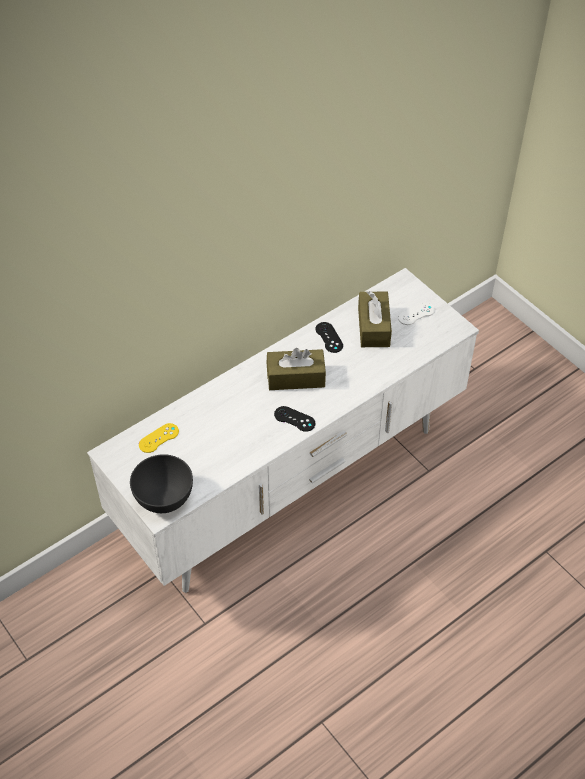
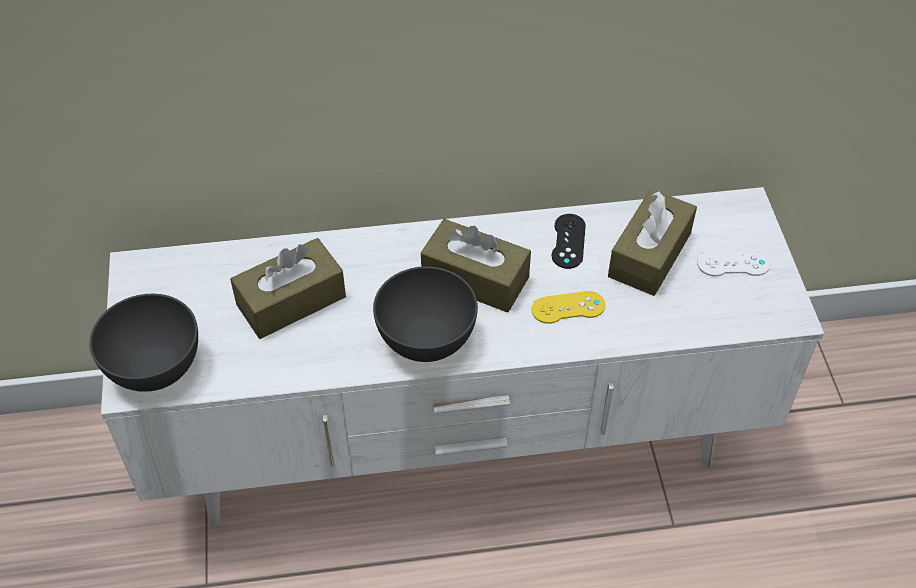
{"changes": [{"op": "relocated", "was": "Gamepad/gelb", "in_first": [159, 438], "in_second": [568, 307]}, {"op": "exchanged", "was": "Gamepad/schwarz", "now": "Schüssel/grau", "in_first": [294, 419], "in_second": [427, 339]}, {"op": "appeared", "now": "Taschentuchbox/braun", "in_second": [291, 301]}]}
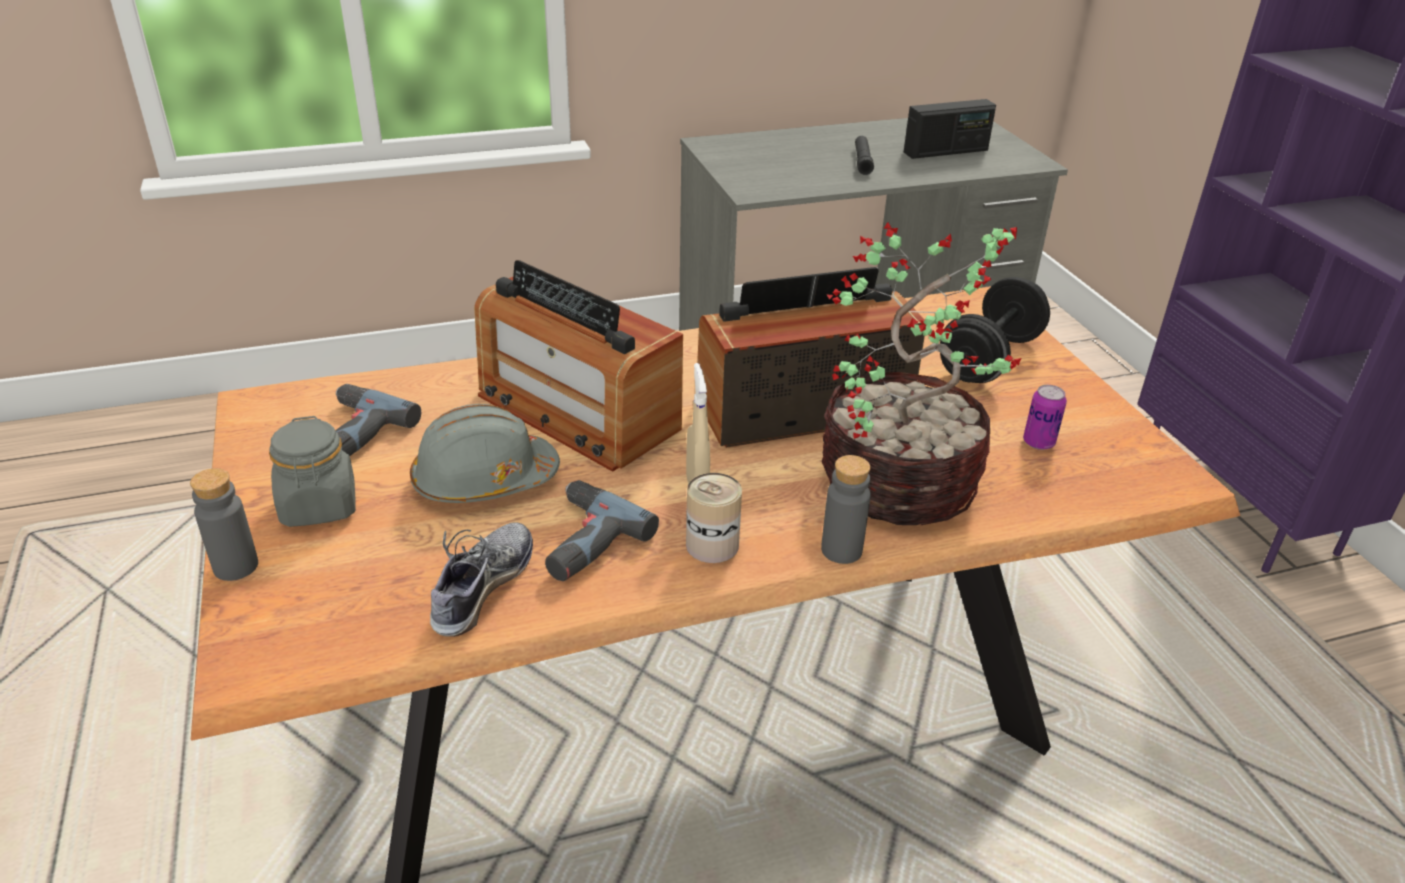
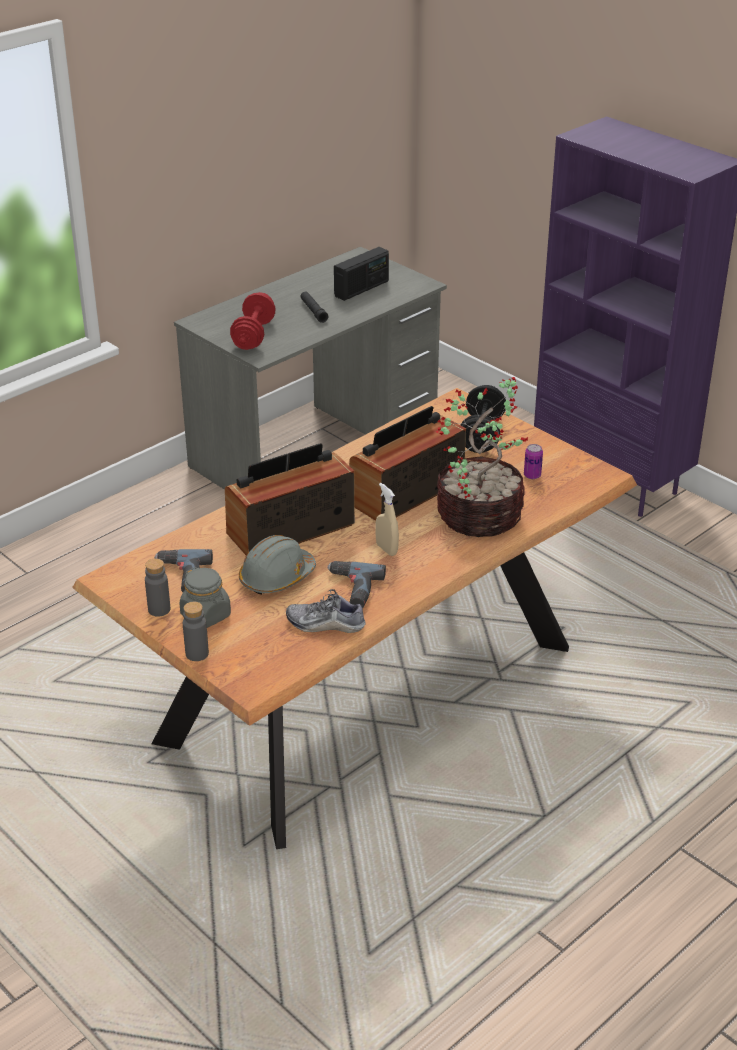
{"changes": [{"op": "spun", "was": "Schuh", "in_first": [482, 588], "in_second": [325, 624], "clockwise": -75}, {"op": "spun", "was": "Radio", "in_first": [577, 411], "in_second": [290, 529], "clockwise": 135}, {"op": "missing", "was": "Dose", "in_first": [712, 545]}, {"op": "relocated", "was": "Flasche/grau", "in_first": [841, 550], "in_second": [159, 609]}, {"op": "appeared", "now": "Hantel/rot", "in_second": [253, 335]}]}
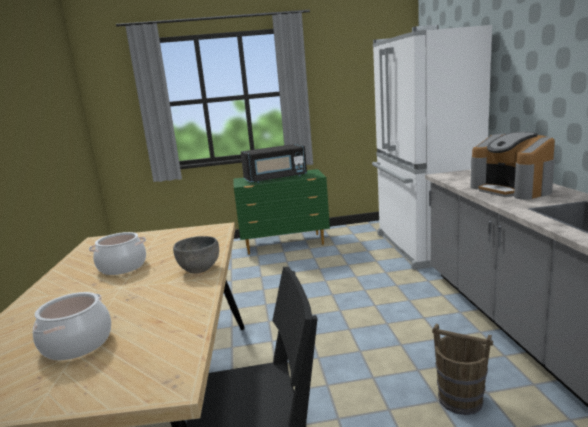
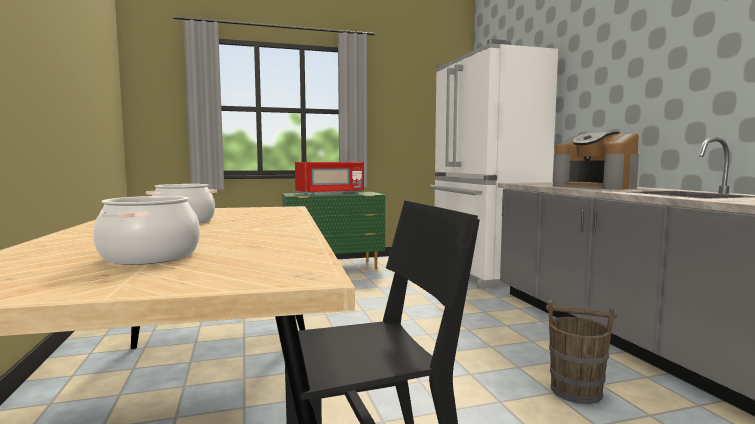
{"changes": [{"op": "missing", "was": "Schüssel/grau", "in_first": [199, 270]}, {"op": "colour", "was": "Mikrowelle/schwarz", "now": "Mikrowelle/rot", "in_first": [276, 178], "in_second": [330, 194]}]}
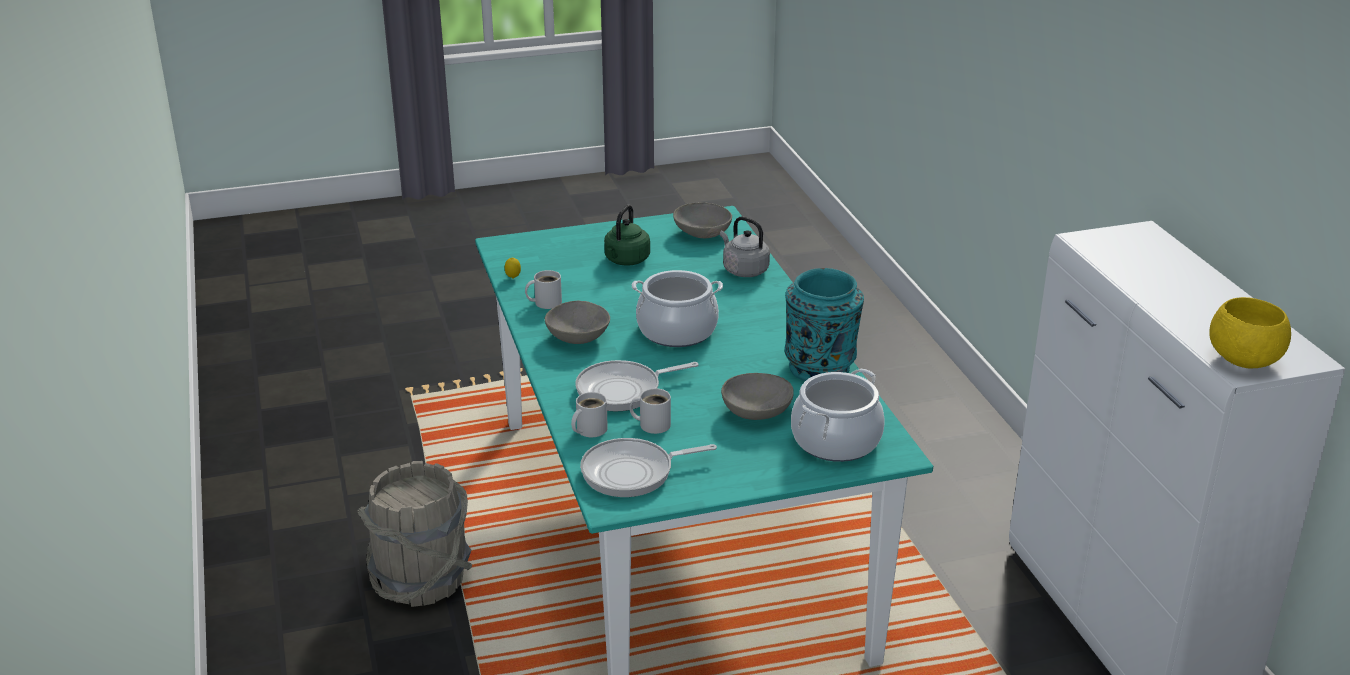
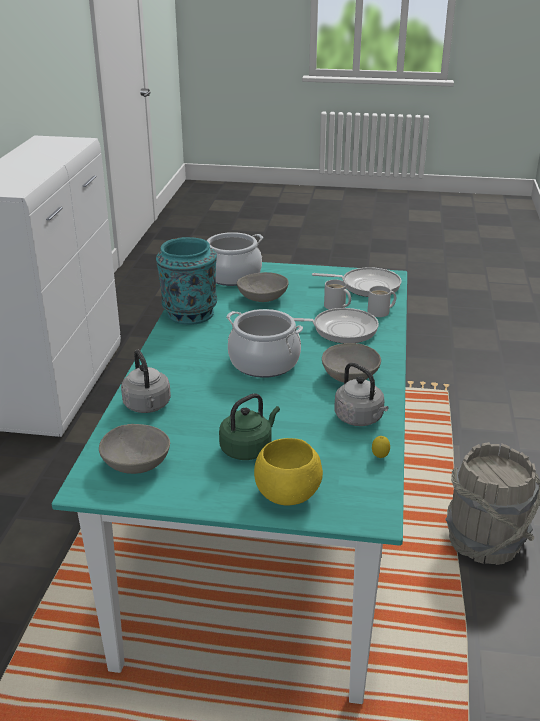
{"changes": [{"op": "exchanged", "was": "Henkelbecher/weiß", "now": "Wasserkessel/grau", "in_first": [545, 302], "in_second": [360, 419]}, {"op": "relocated", "was": "Schüssel/gelb", "in_first": [1242, 361], "in_second": [288, 494]}]}
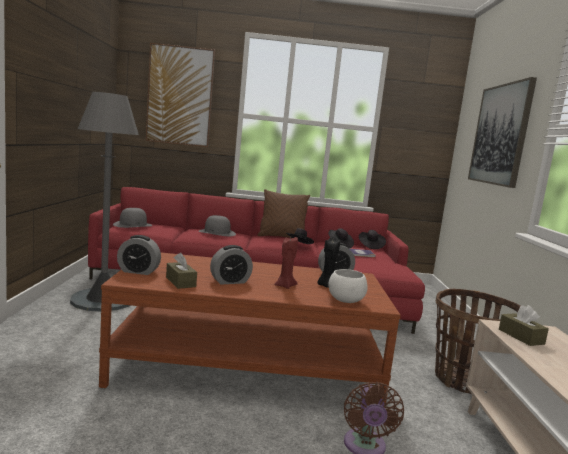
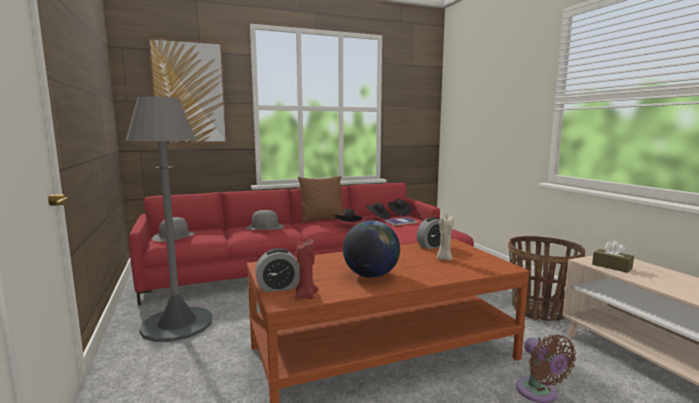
{"changes": [{"op": "missing", "was": "Taschentuchbox/braun", "in_first": [180, 282]}, {"op": "exchanged", "was": "Wecker", "now": "Globus", "in_first": [230, 281], "in_second": [371, 275]}, {"op": "relocated", "was": "Kerze/rot", "in_first": [285, 286], "in_second": [305, 296]}, {"op": "colour", "was": "Kerze/schwarz", "now": "Kerze/beige", "in_first": [326, 285], "in_second": [444, 259]}, {"op": "missing", "was": "Schüssel/weiß", "in_first": [345, 301]}, {"op": "missing", "was": "Bild", "in_first": [500, 134]}]}
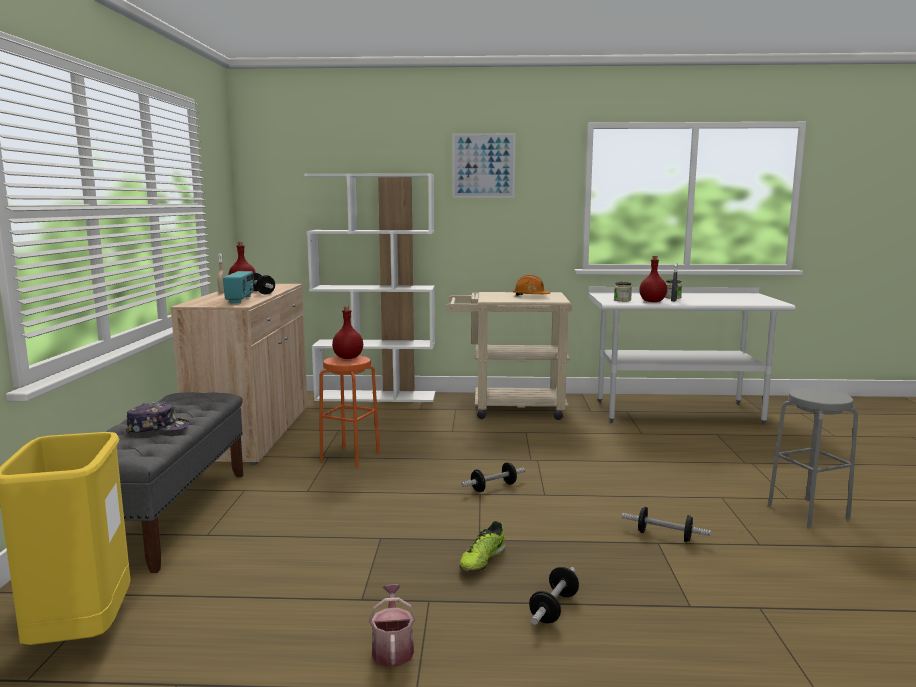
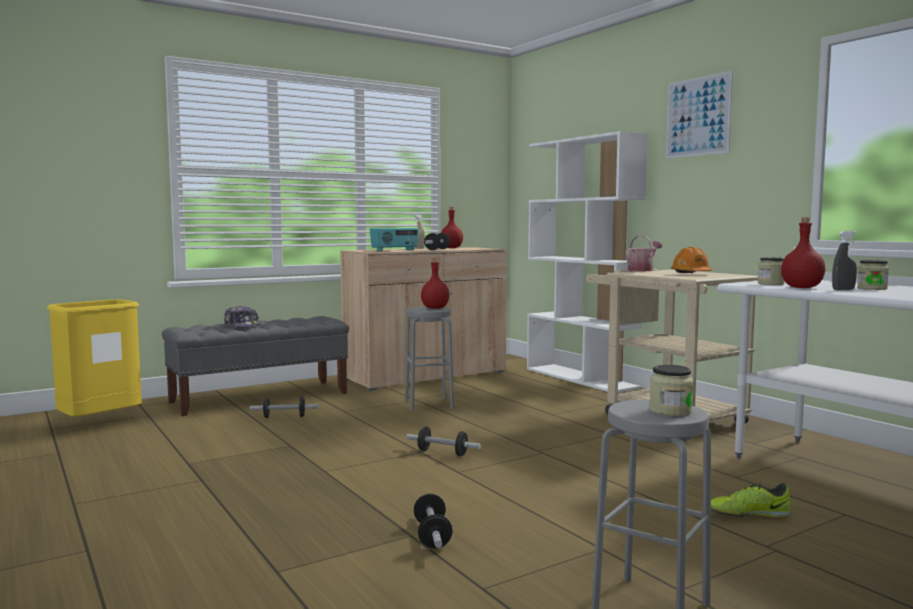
{"changes": [{"op": "colour", "was": "Hocker/orange", "now": "Hocker/grau", "in_first": [350, 456], "in_second": [429, 404]}, {"op": "relocated", "was": "Gießkanne", "in_first": [392, 649], "in_second": [642, 270]}, {"op": "relocated", "was": "Schuh", "in_first": [482, 560], "in_second": [748, 515]}, {"op": "relocated", "was": "Hantel", "in_first": [554, 608], "in_second": [284, 417]}, {"op": "appeared", "now": "Vorratsglas", "in_second": [670, 411]}]}
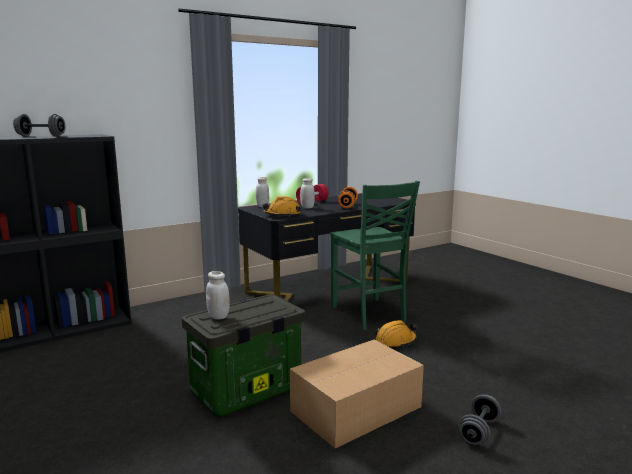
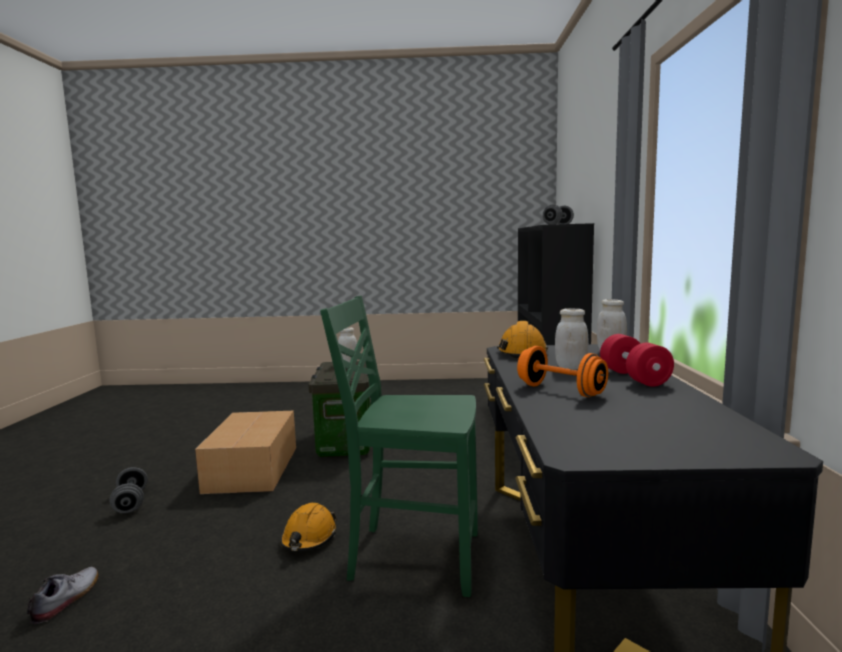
{"changes": [{"op": "appeared", "now": "Schuh", "in_second": [67, 599]}]}
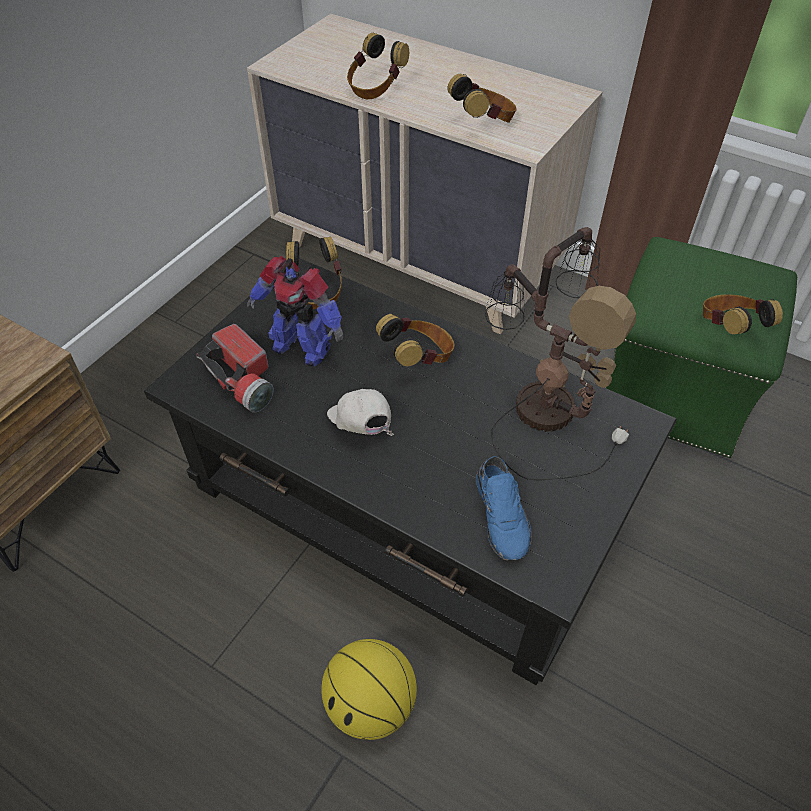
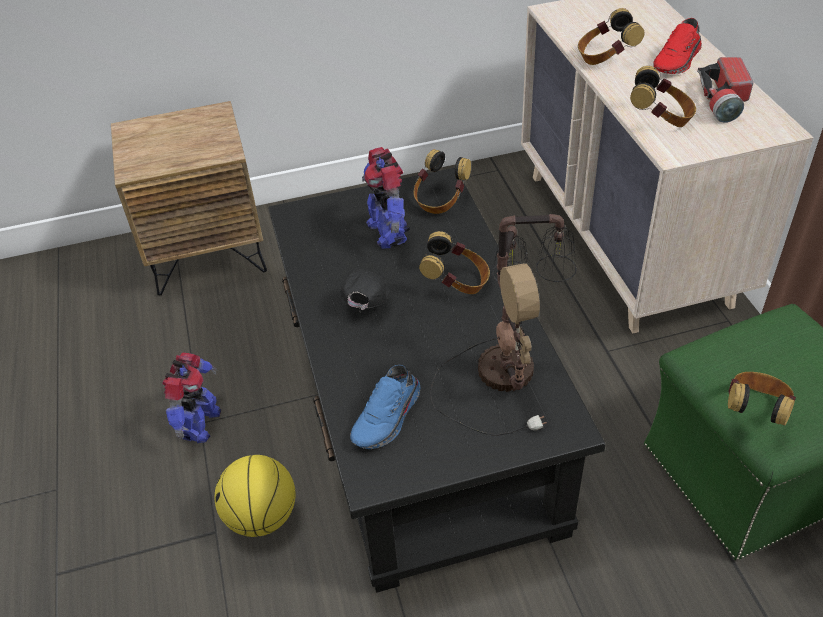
{"changes": [{"op": "relocated", "was": "Taschenlampe", "in_first": [243, 379], "in_second": [723, 101]}, {"op": "colour", "was": "Kappe/weiß", "now": "Kappe/schwarz", "in_first": [361, 427], "in_second": [365, 304]}, {"op": "appeared", "now": "Spielzeugroboter", "in_second": [200, 424]}, {"op": "appeared", "now": "Schuh/rot", "in_second": [678, 61]}]}
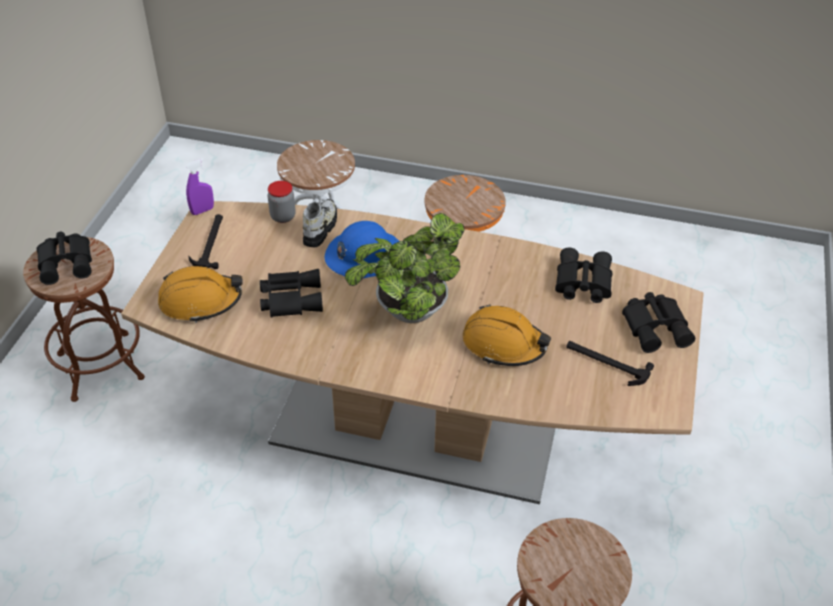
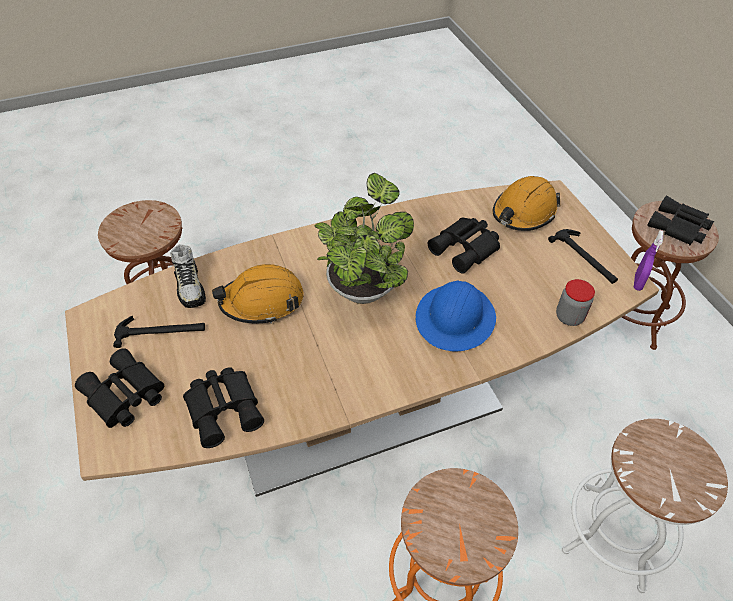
{"changes": [{"op": "relocated", "was": "Schuh", "in_first": [320, 228], "in_second": [190, 287]}]}
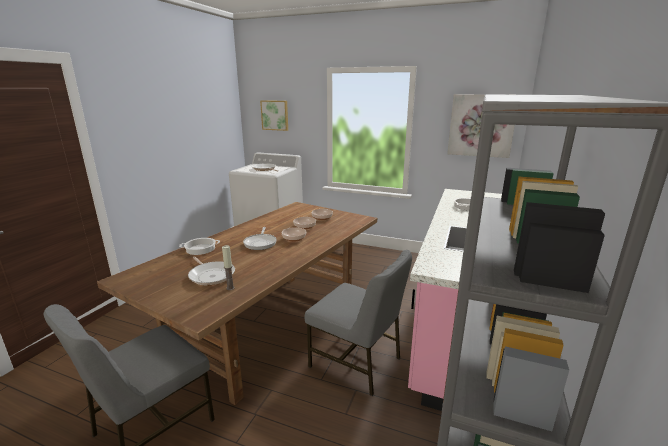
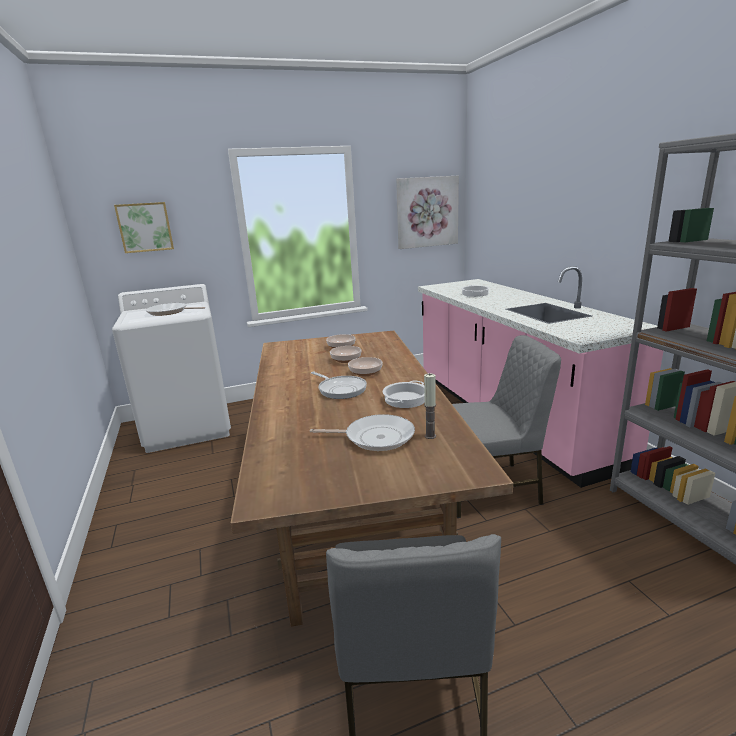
{"changes": [{"op": "relocated", "was": "Kochtopf", "in_first": [201, 249], "in_second": [405, 399]}]}
